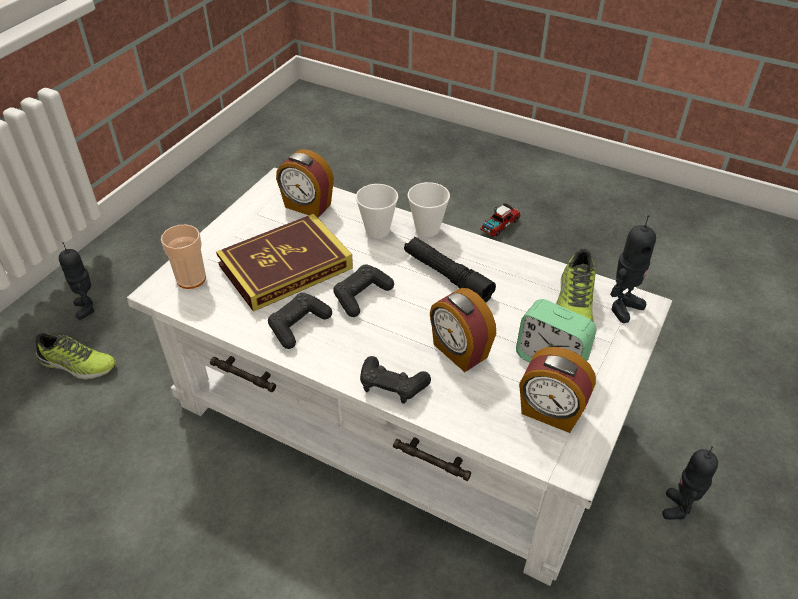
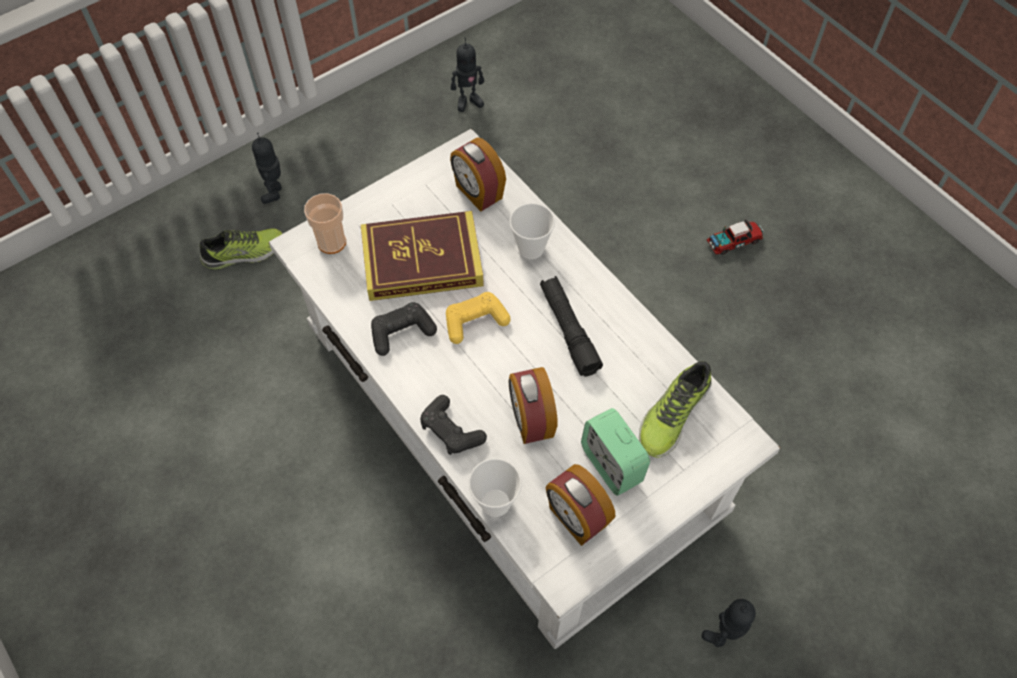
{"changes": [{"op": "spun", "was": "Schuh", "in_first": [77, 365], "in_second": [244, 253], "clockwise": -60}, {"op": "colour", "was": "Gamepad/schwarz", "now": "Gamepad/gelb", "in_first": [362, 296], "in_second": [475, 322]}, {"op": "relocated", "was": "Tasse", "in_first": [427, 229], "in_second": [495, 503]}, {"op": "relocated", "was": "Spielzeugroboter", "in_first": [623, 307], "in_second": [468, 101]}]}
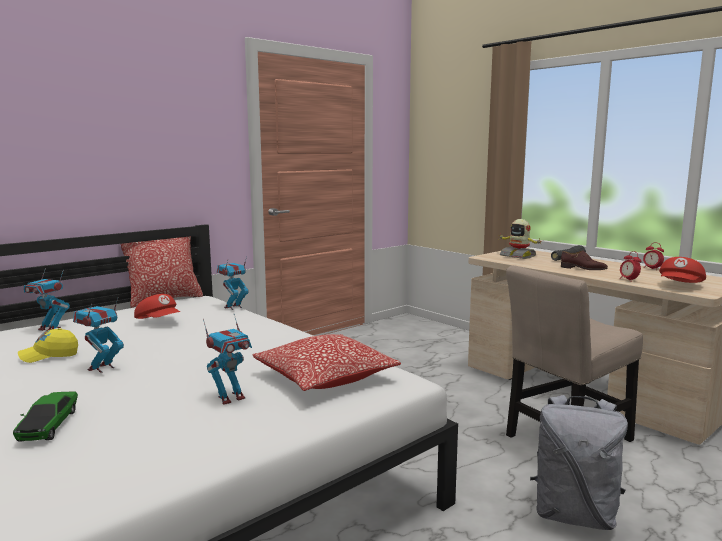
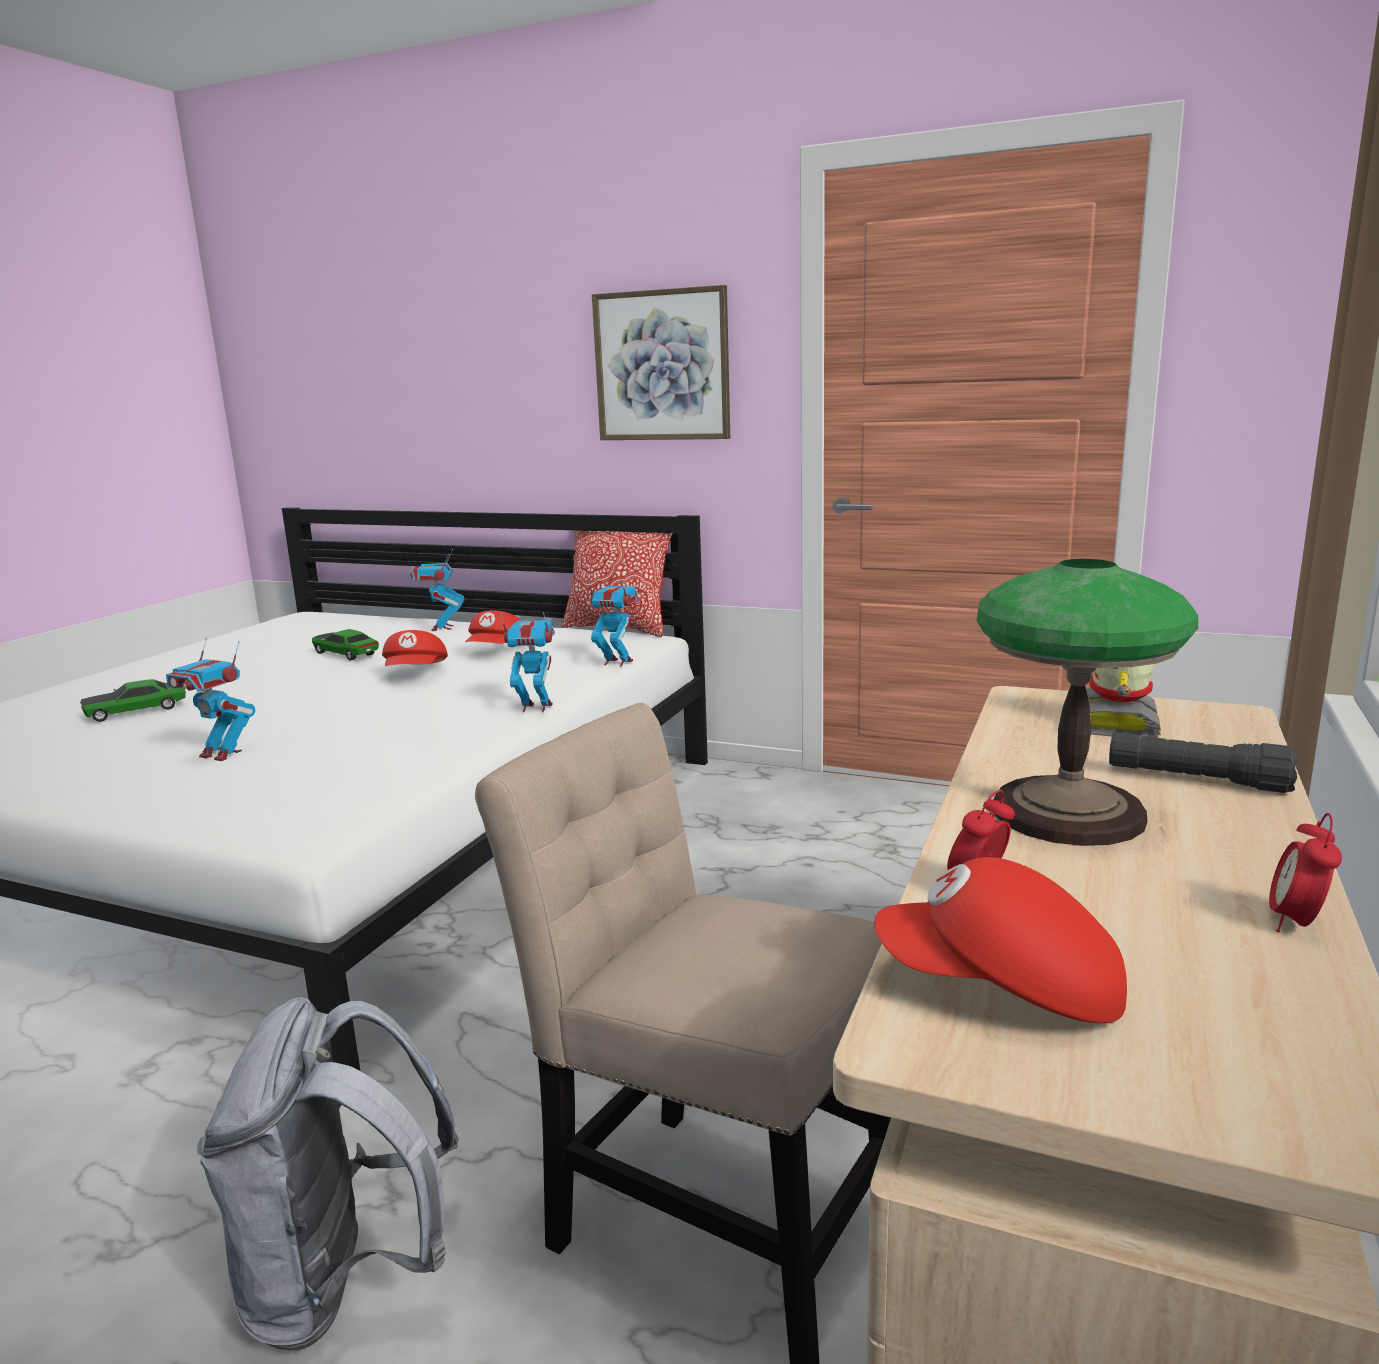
{"changes": [{"op": "exchanged", "was": "Kappe/gelb", "now": "Spielzeugauto", "in_first": [49, 355], "in_second": [346, 654]}, {"op": "relocated", "was": "Spielzeugroboter", "in_first": [101, 368], "in_second": [535, 707]}, {"op": "missing", "was": "Kissen", "in_first": [325, 378]}, {"op": "exchanged", "was": "Schuh/braun", "now": "Tischlampe", "in_first": [583, 268], "in_second": [1068, 813]}, {"op": "appeared", "now": "Kappe/rot", "in_second": [416, 673]}, {"op": "appeared", "now": "Bild", "in_second": [662, 366]}]}
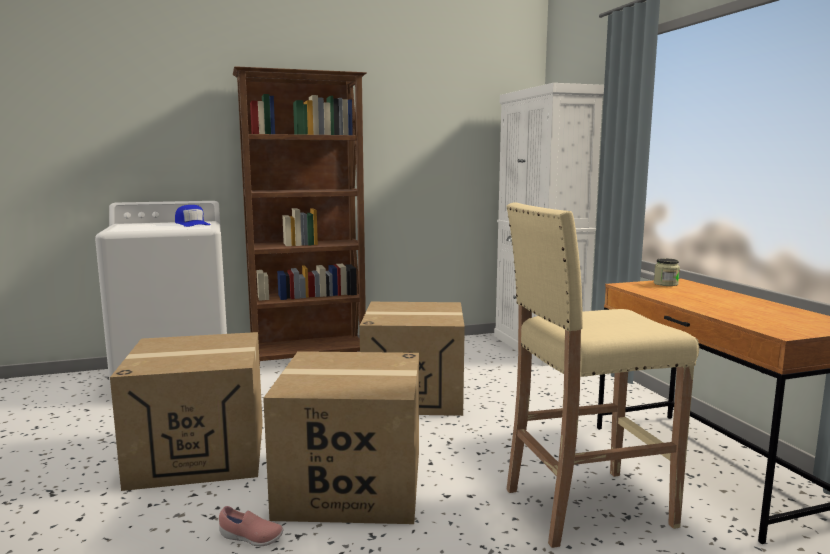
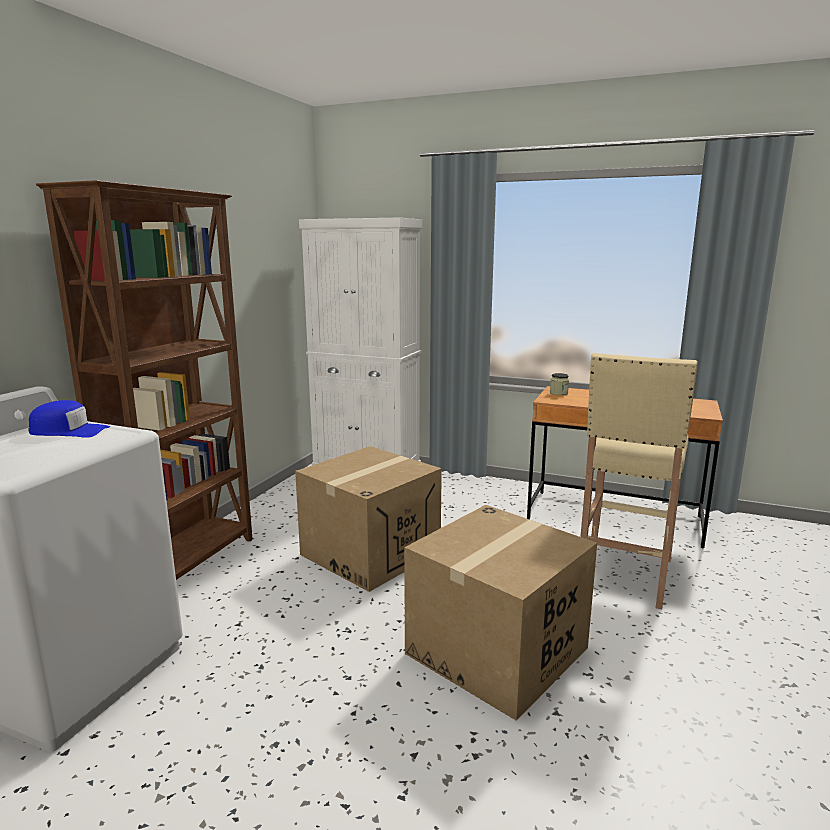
{"changes": [{"op": "missing", "was": "Karton", "in_first": [200, 453]}, {"op": "missing", "was": "Schuh/rosa", "in_first": [250, 538]}]}
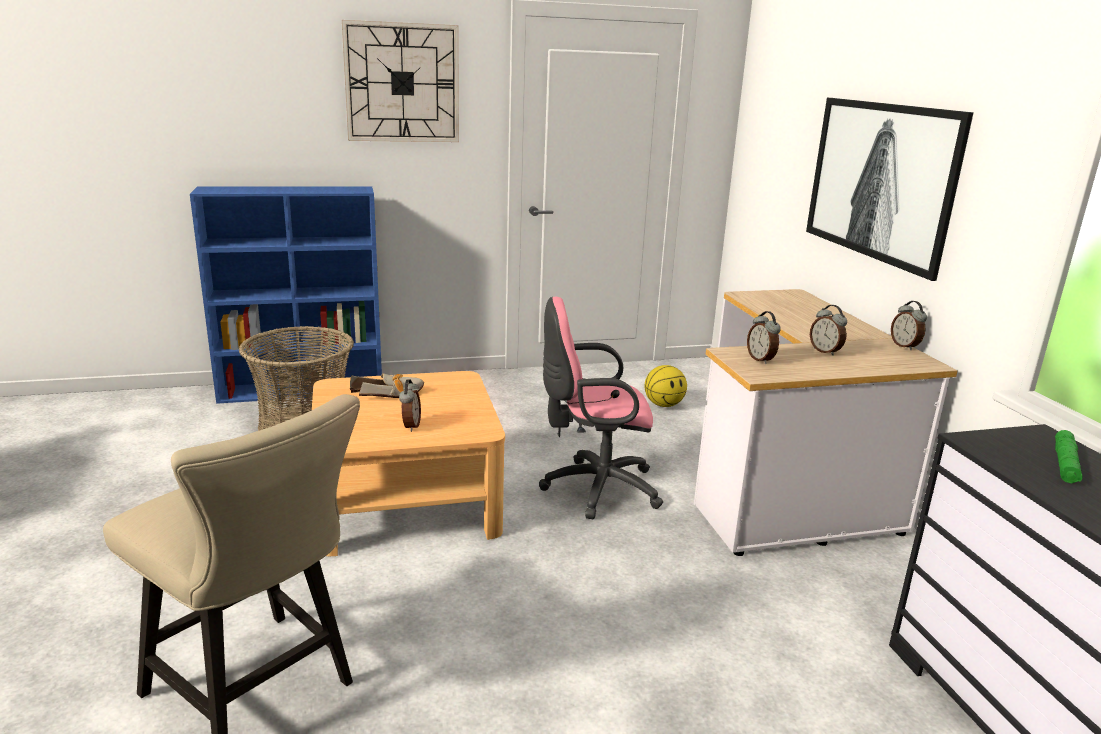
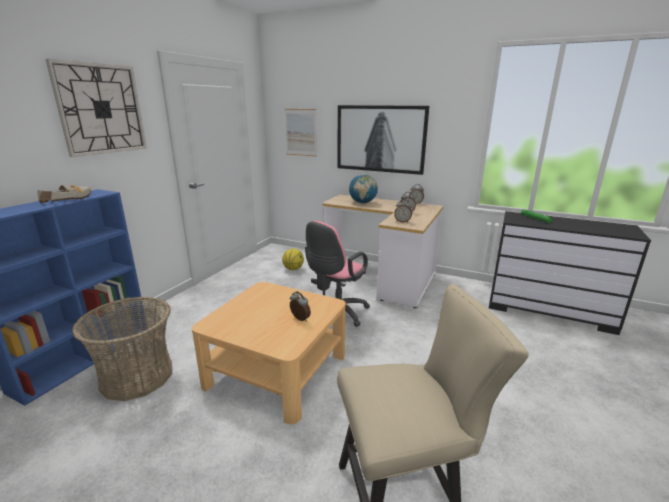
{"changes": [{"op": "relocated", "was": "Schuh", "in_first": [392, 394], "in_second": [72, 199]}, {"op": "appeared", "now": "Bild", "in_second": [300, 132]}, {"op": "appeared", "now": "Globus", "in_second": [362, 203]}]}
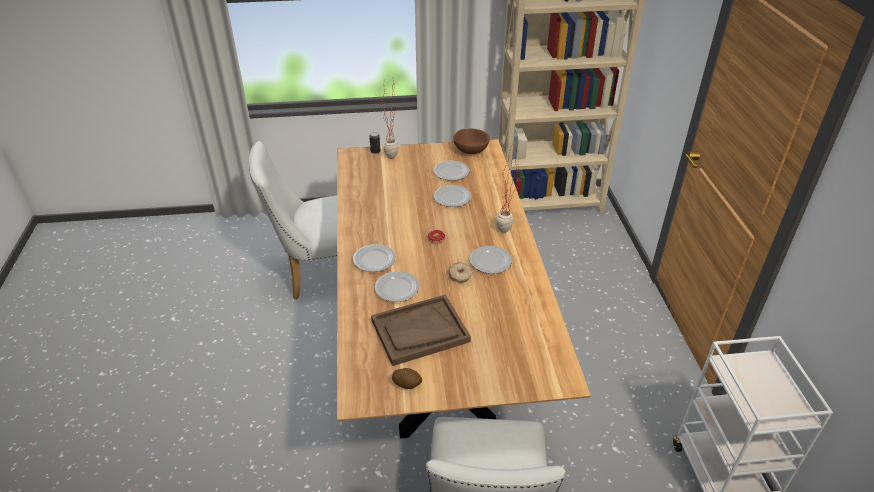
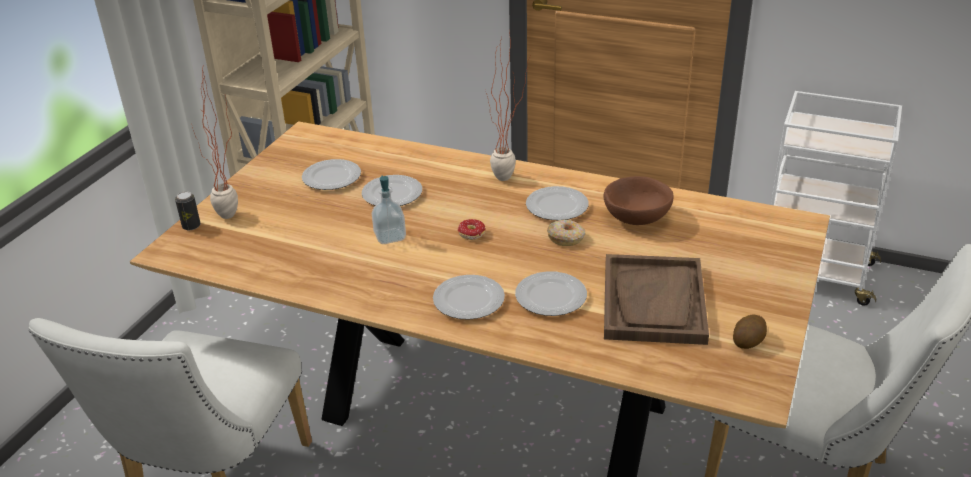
{"changes": [{"op": "relocated", "was": "Schüssel/braun", "in_first": [471, 150], "in_second": [637, 217]}, {"op": "appeared", "now": "Seifenspender", "in_second": [390, 237]}]}
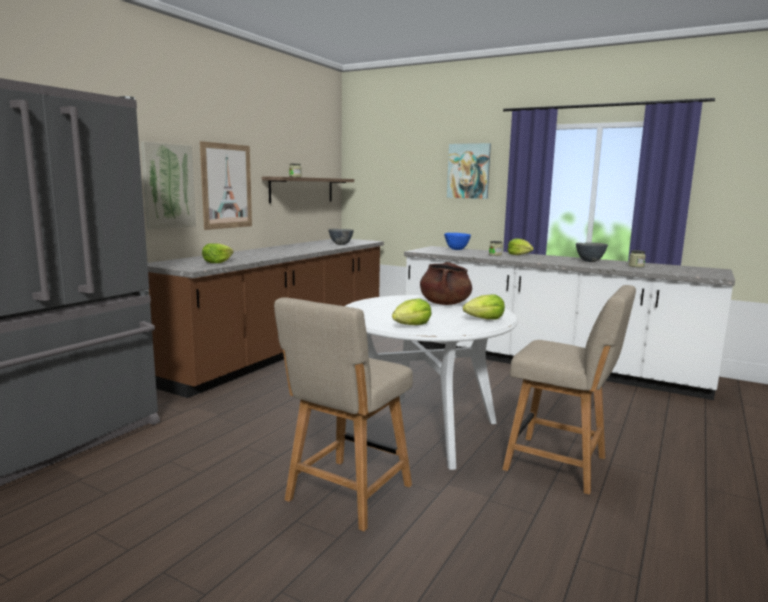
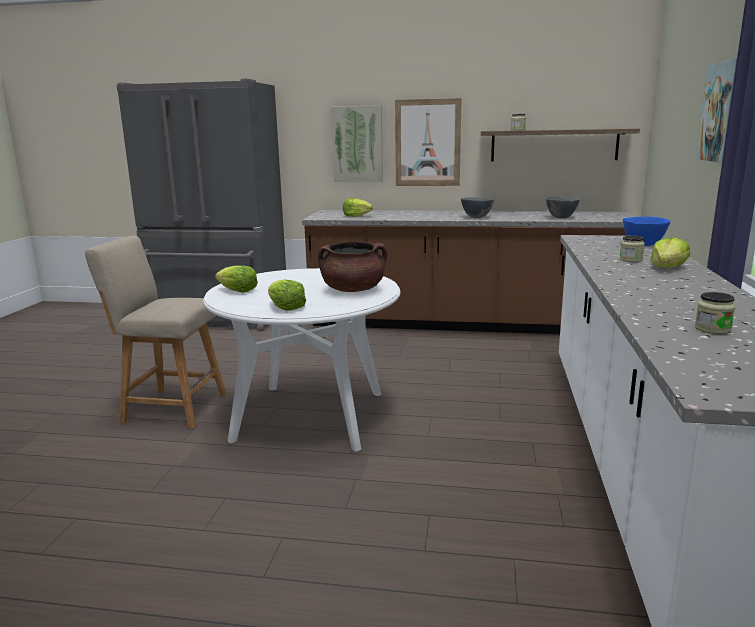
{"changes": [{"op": "missing", "was": "Stuhl/beige", "in_first": [561, 465]}, {"op": "relocated", "was": "Schüssel/grau", "in_first": [589, 261], "in_second": [476, 217]}]}
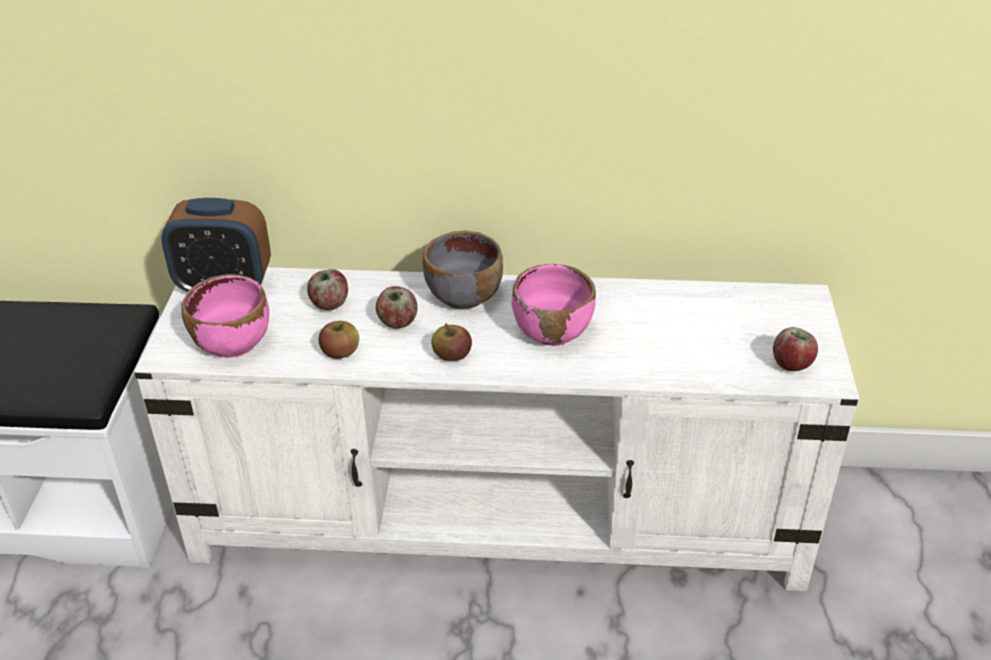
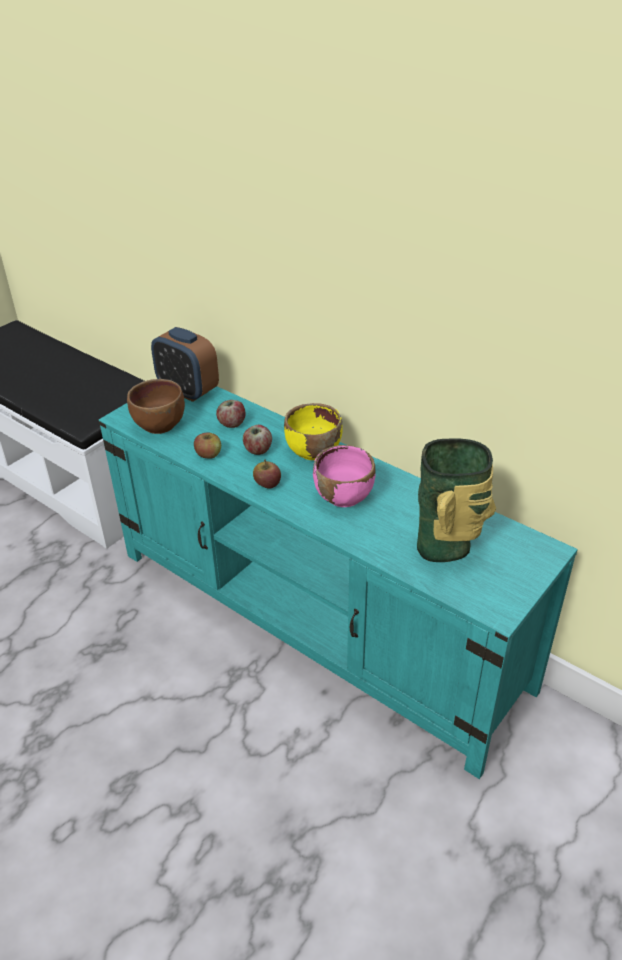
{"changes": [{"op": "colour", "was": "Fernsehschrank/weiß", "now": "Fernsehschrank/türkis", "in_first": [500, 517], "in_second": [317, 619]}, {"op": "colour", "was": "Schüssel/rosa", "now": "Schüssel/braun", "in_first": [233, 342], "in_second": [160, 424]}, {"op": "colour", "was": "Schüssel/grau", "now": "Schüssel/gelb", "in_first": [463, 296], "in_second": [313, 451]}, {"op": "missing", "was": "Apfel", "in_first": [792, 364]}, {"op": "appeared", "now": "Vase", "in_second": [447, 546]}]}
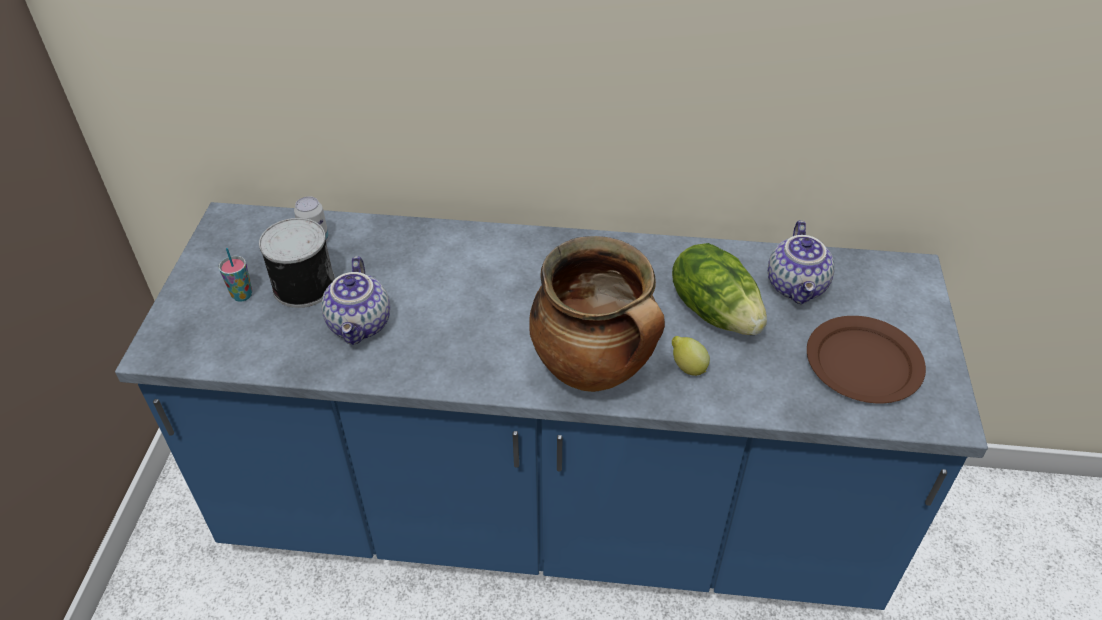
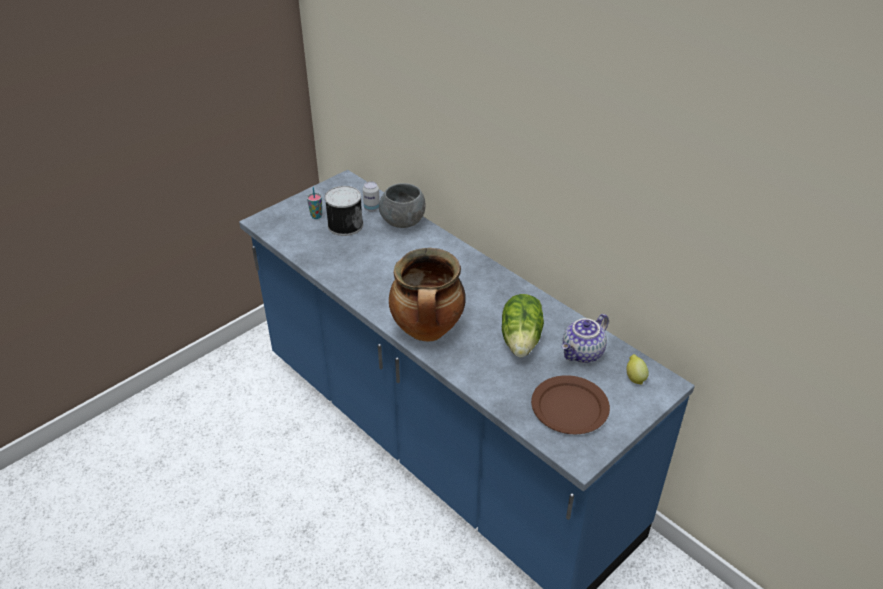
{"changes": [{"op": "missing", "was": "Teekanne", "in_first": [361, 325]}, {"op": "relocated", "was": "Zitrone", "in_first": [687, 367], "in_second": [634, 378]}, {"op": "appeared", "now": "Schüssel/grau", "in_second": [403, 222]}]}
